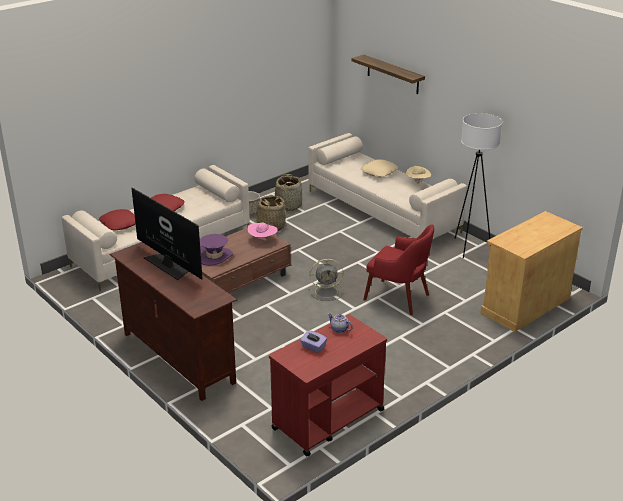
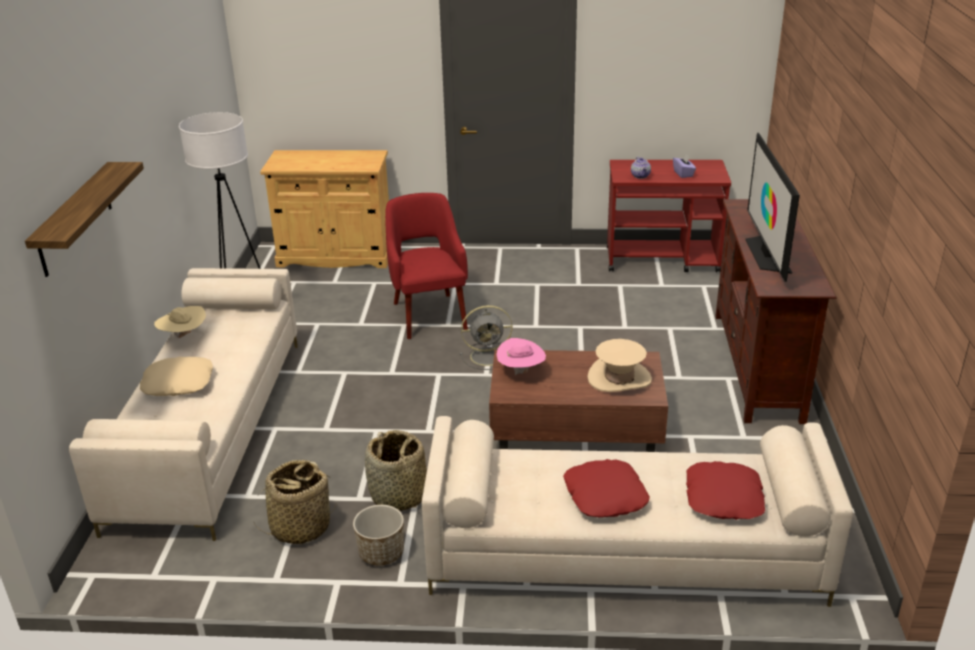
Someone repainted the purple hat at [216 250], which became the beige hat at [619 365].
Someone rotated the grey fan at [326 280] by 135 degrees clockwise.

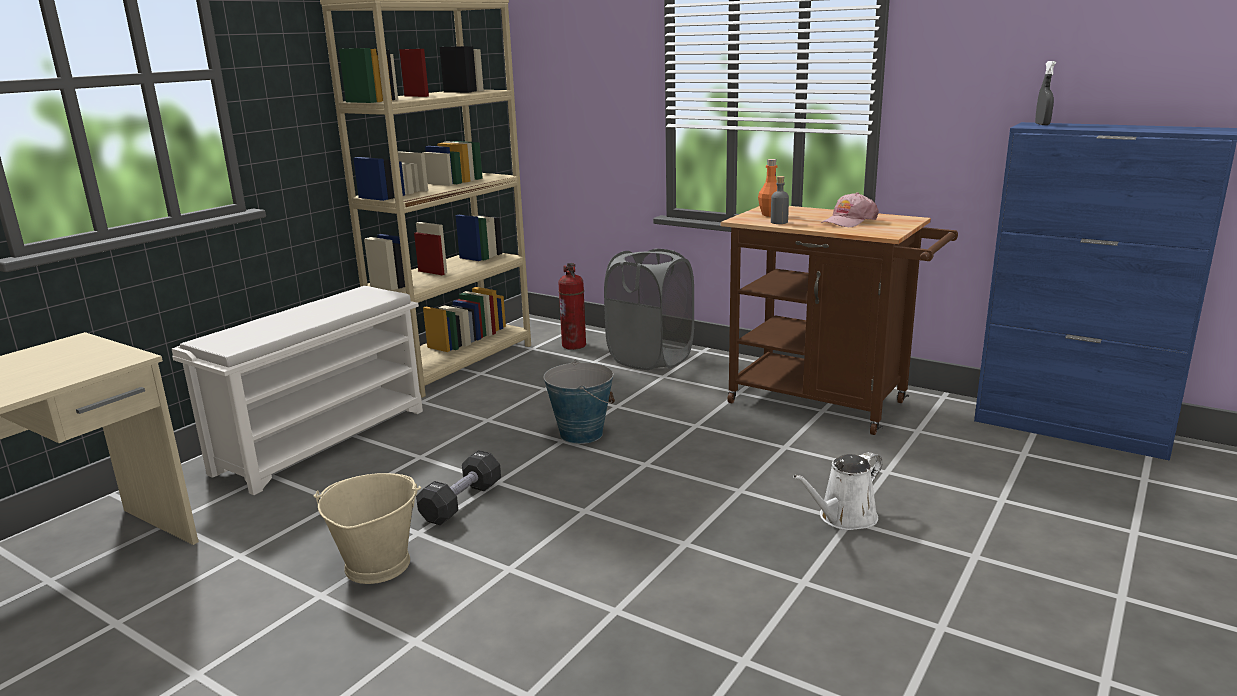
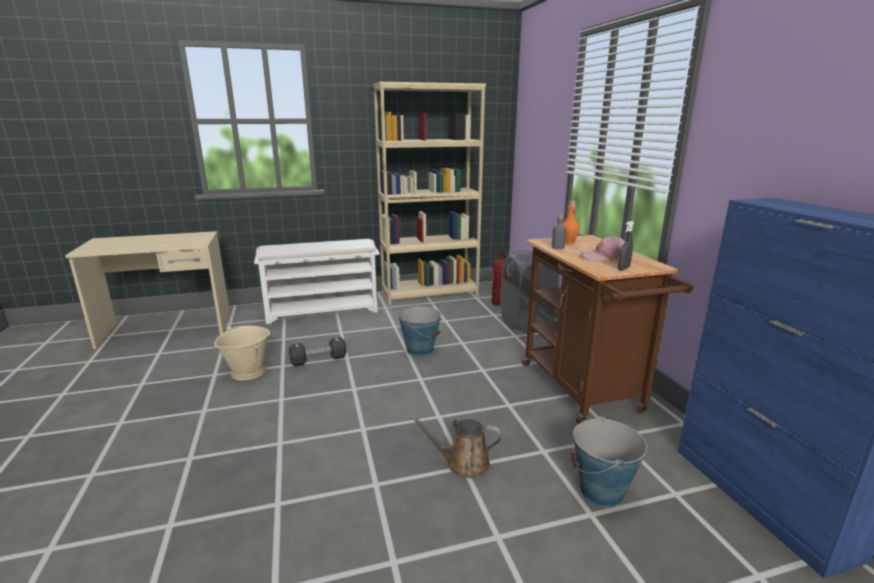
Someone repainted the white watering can at [838 491], which became the brown watering can at [455 446].
Someone carried the grey spray bottle from [1045 93] to [626 245].
Someone put down the bucket at [608 462].

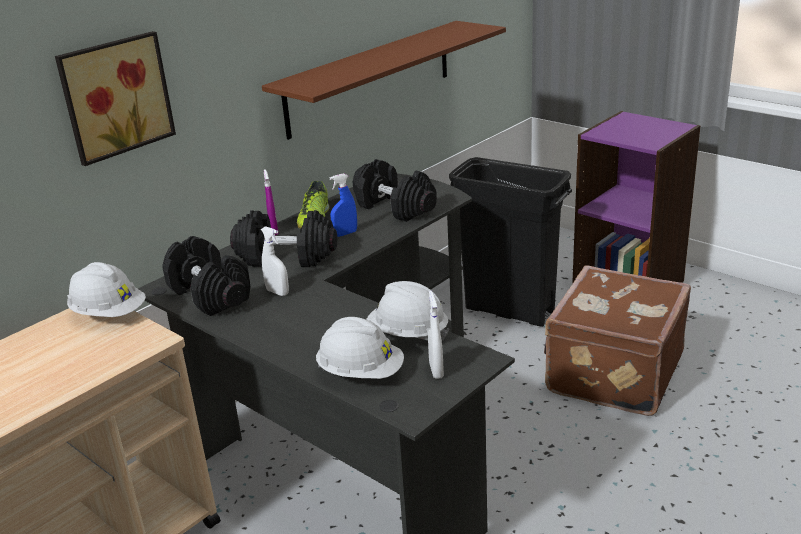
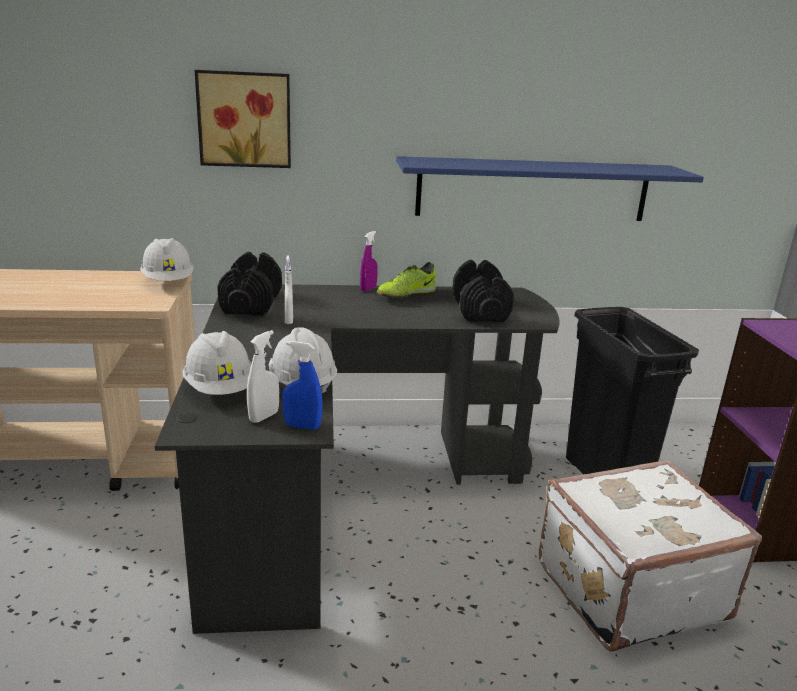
Someone took away the black dumbbell at [283 238].
Someone repainted the brown shelf at [384 80], which became the blue shelf at [550 188].
Someone carried the blue spray bottle from [343 205] to [302 385].
Someone repainted the brown suitcase at [617 340], which became the white suitcase at [650 555].

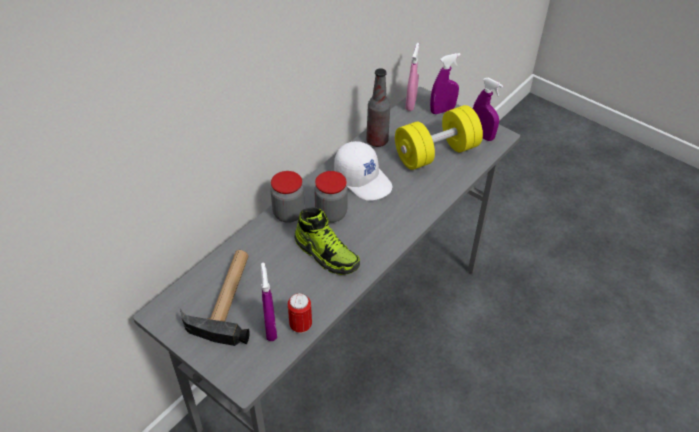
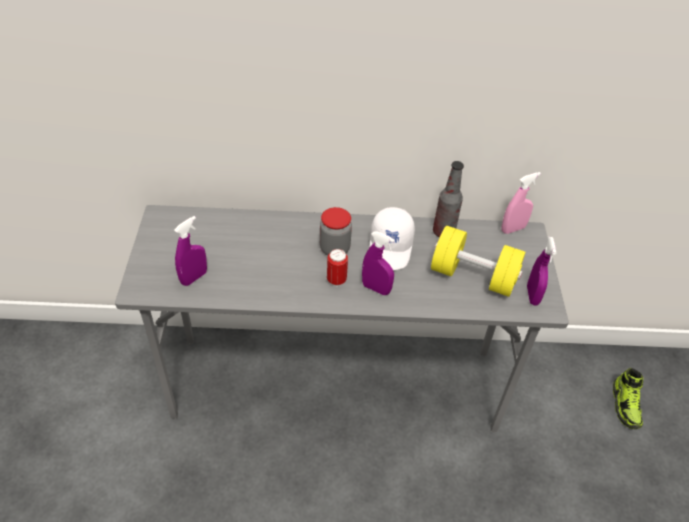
Someone took away the hammer at [215 298].
Someone took away the jar at [287 197].
Someone carried the can from [300 313] to [337 267].
Someone carried the shoe from [327 241] to [628 398].
Someone carried the purple spray bottle from [445 83] to [378 263].

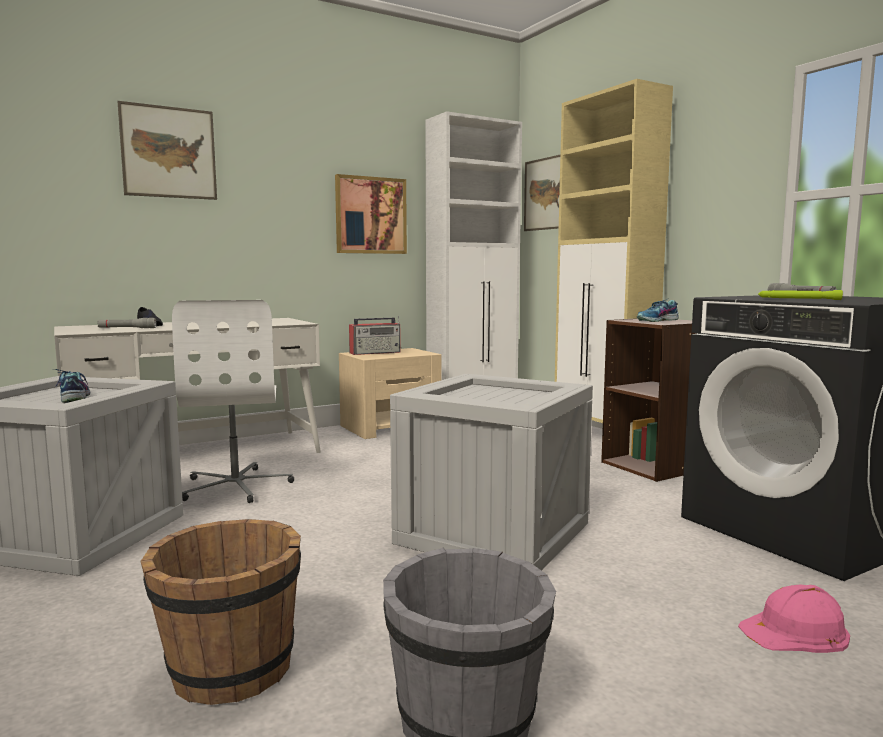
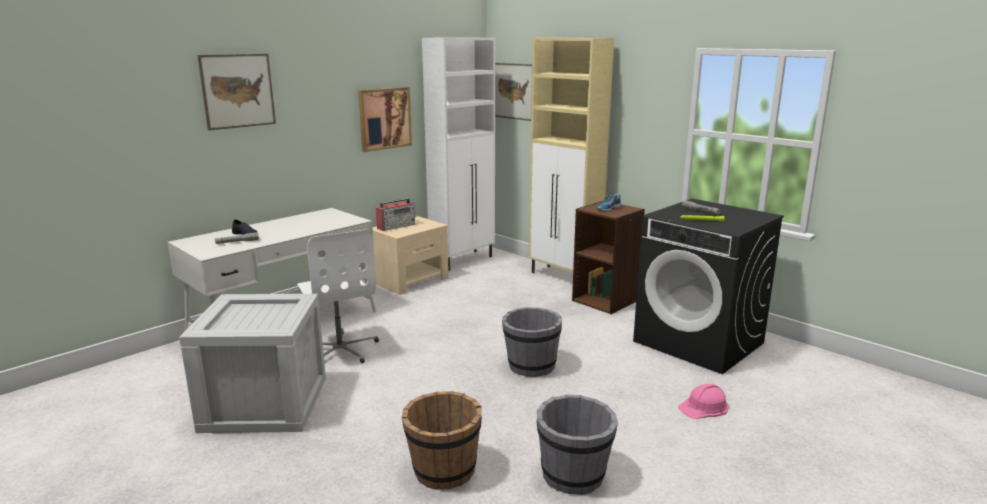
Someone took away the shoe at [73 386].
Someone swapped the crate at [491 472] for the grey bucket at [532 342].

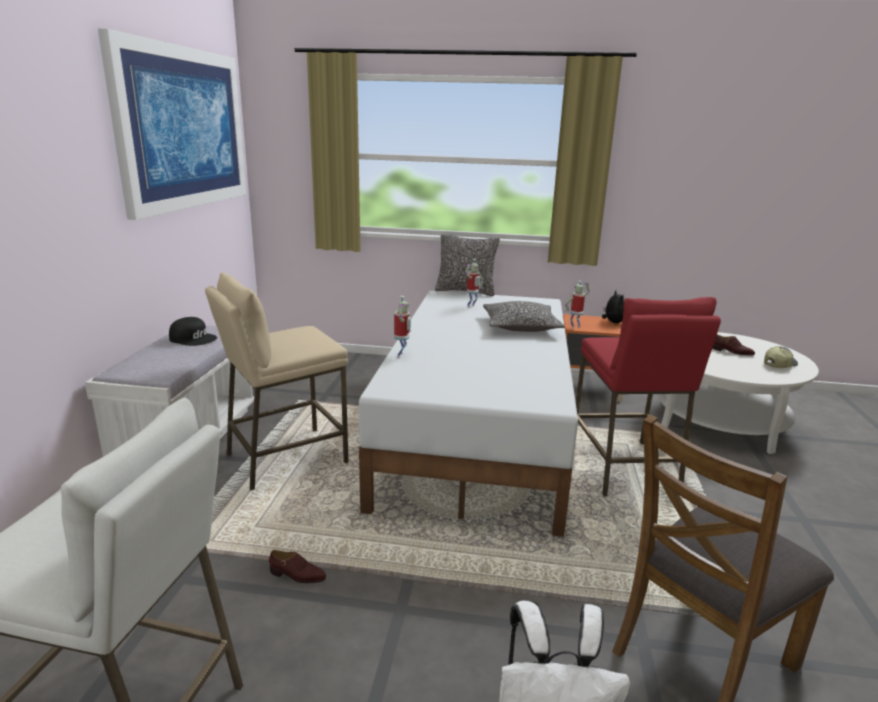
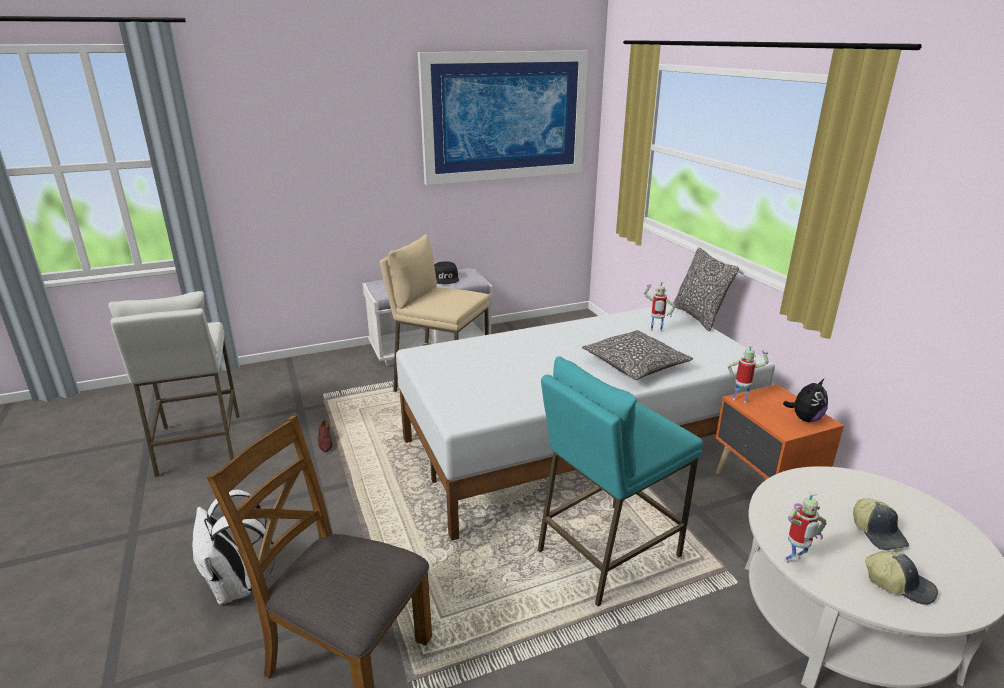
Someone carried the toy robot from [402 327] to [805 527].
Someone repainted the red stool at [648 397], which became the turquoise stool at [620 481].
Someone swapped the brown shoe at [733 345] for the cap at [881 524].

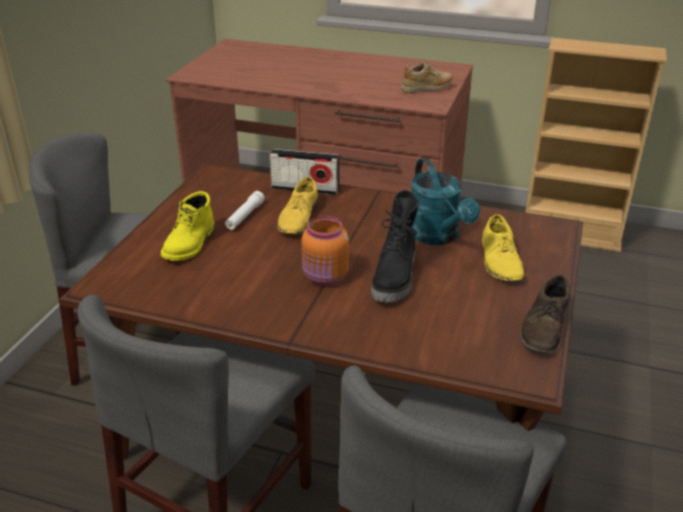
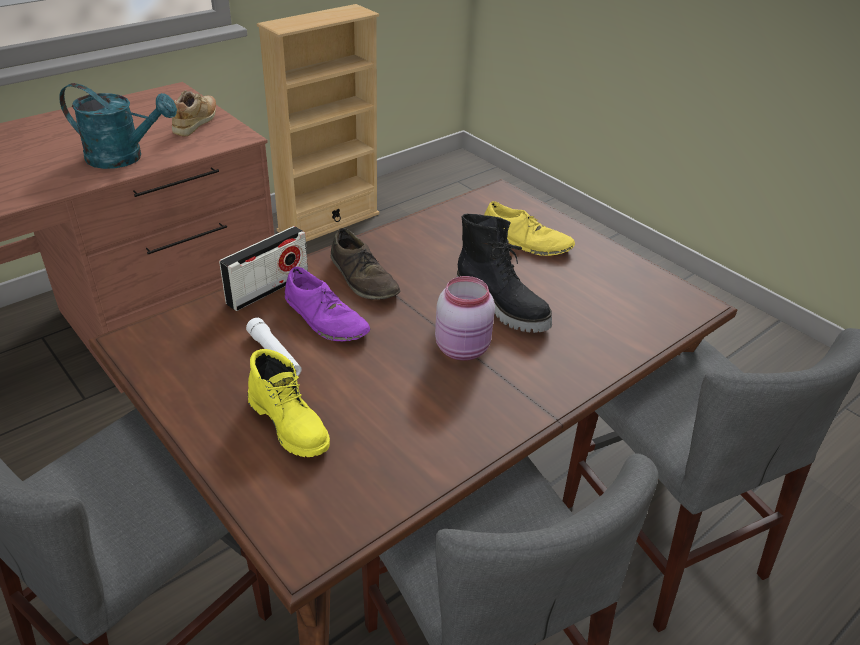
Someone repainted the yellow shoe at [297 205], which became the purple shoe at [328 304].
Someone repainted the orange jar at [325 251], which became the pink jar at [465 318].
Someone carried the turquoise watering can from [445 201] to [118 126].
Someone carried the brown shoe from [545 314] to [365 264].

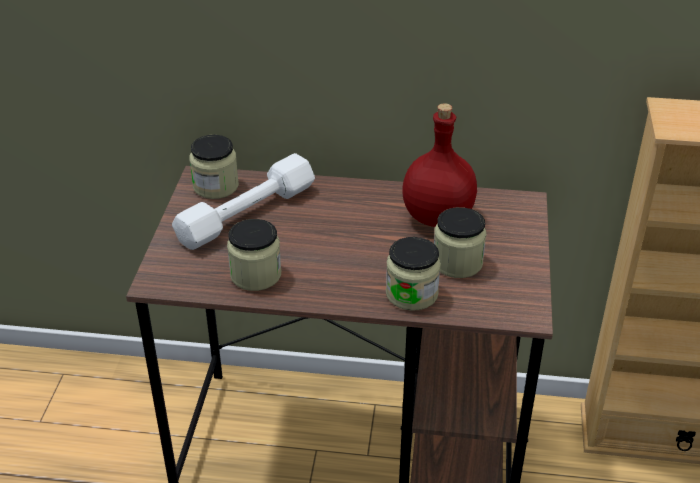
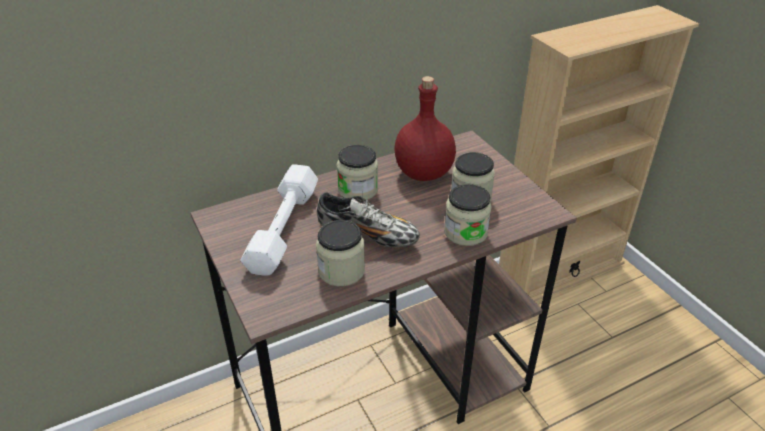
Someone carried the jar from [214 167] to [357 172].
Someone put down the shoe at [368 219].

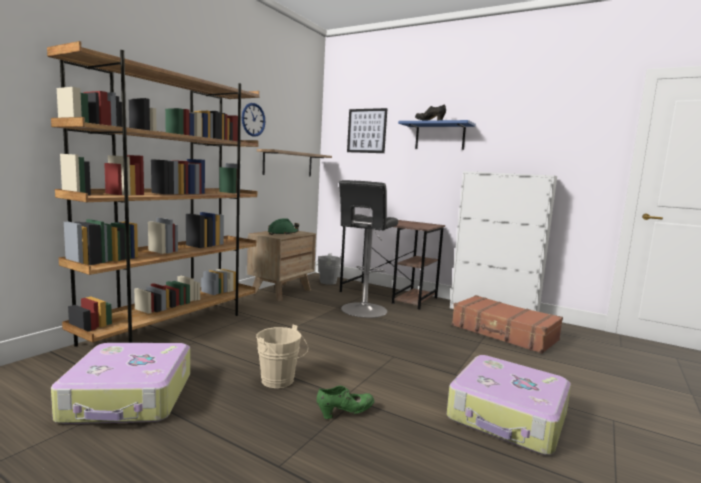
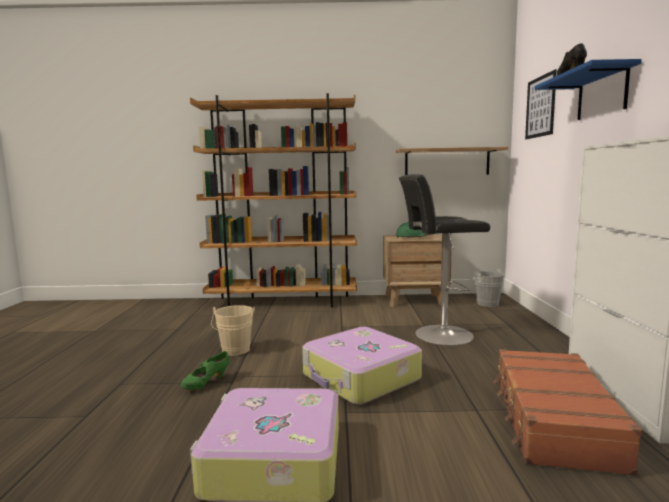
Someone carried the suitcase from [120 383] to [362 366].
Someone took away the wall clock at [253 120].
Someone rotated the green shoe at [345 402] by 90 degrees clockwise.
Someone took away the brown desk at [392 265].

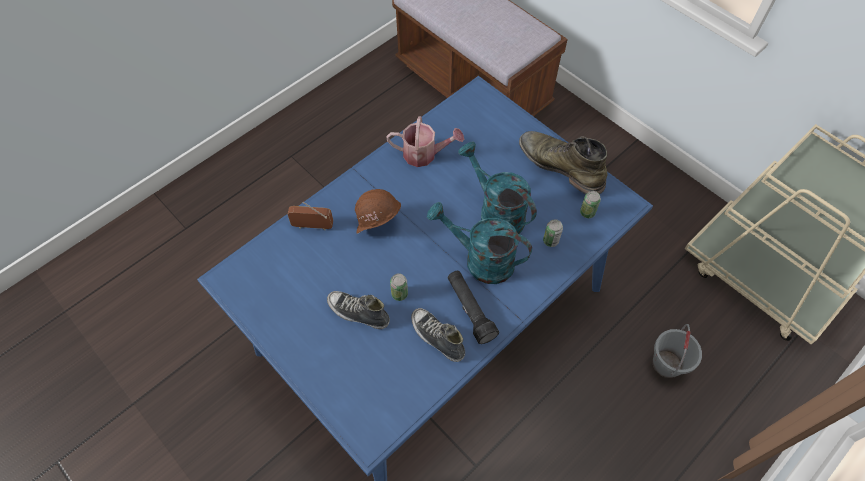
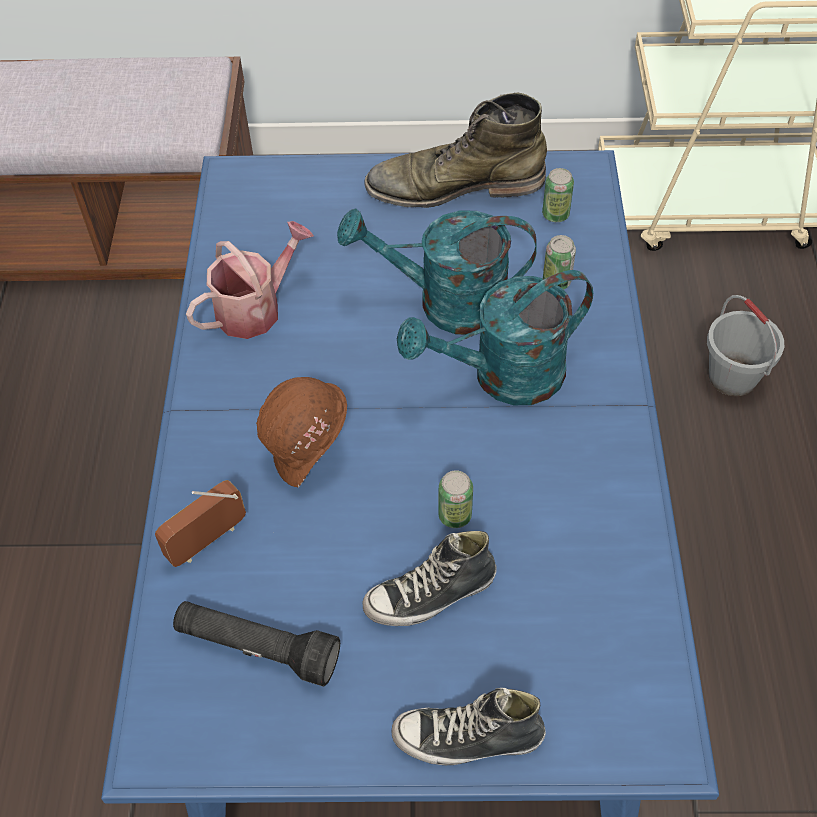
Someone carried the shoe from [438 335] to [468 726].
Someone carried the black flashlight from [473 307] to [256 644].

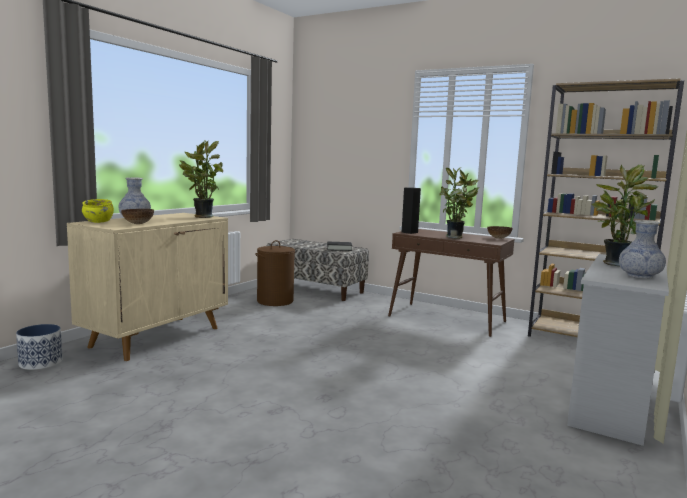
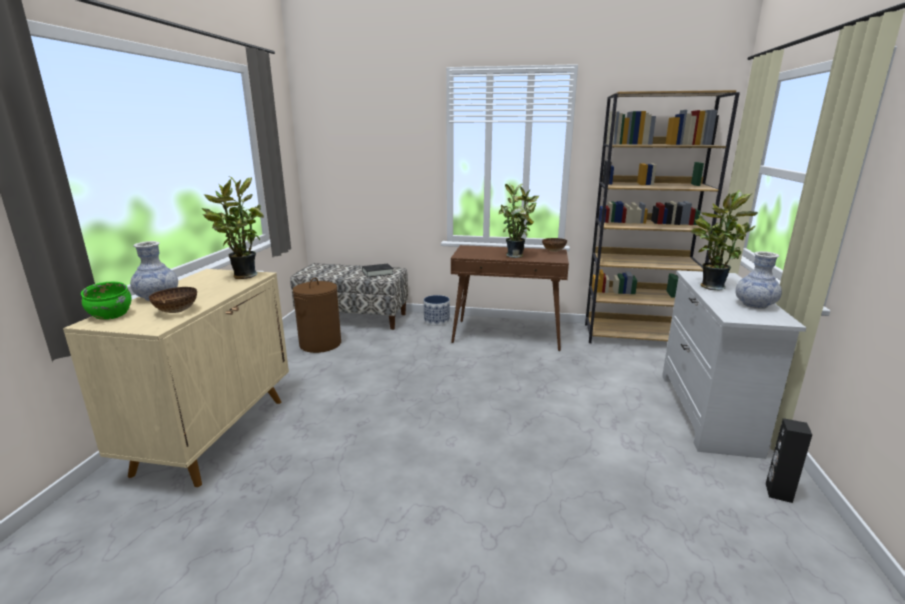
Someone carried the planter from [39 347] to [437 310].
Someone repainted the yellow bowl at [98 211], which became the green bowl at [106 301].
Someone carried the black speaker from [411 210] to [789 460].

